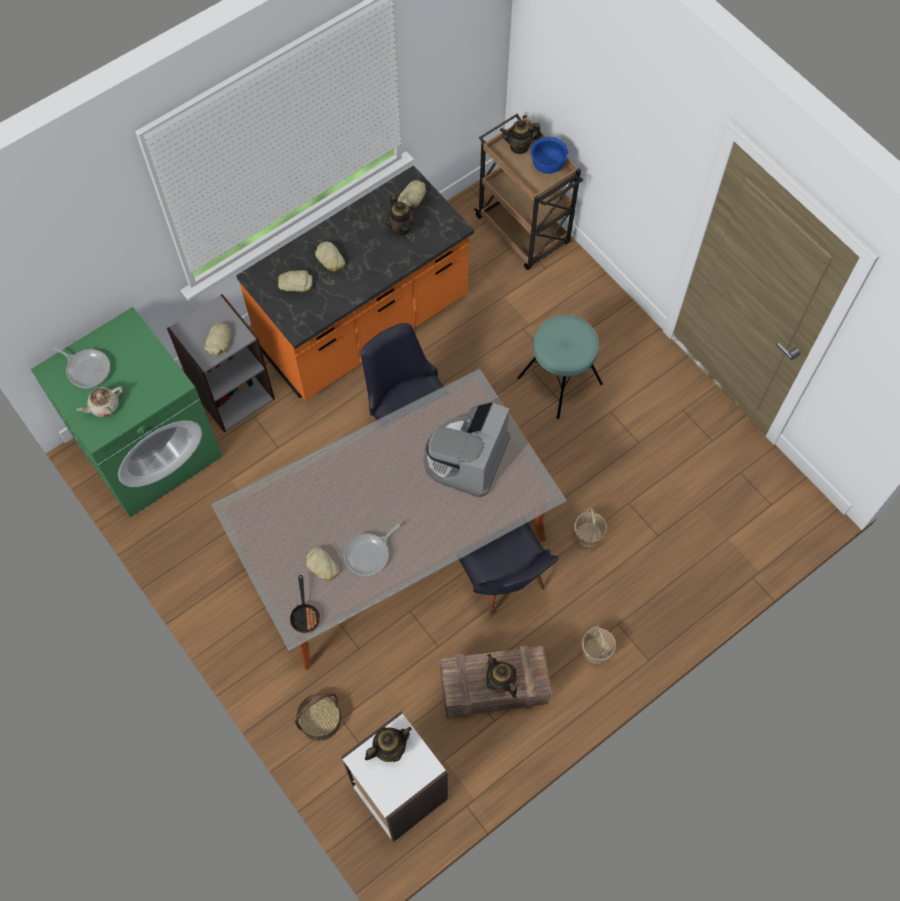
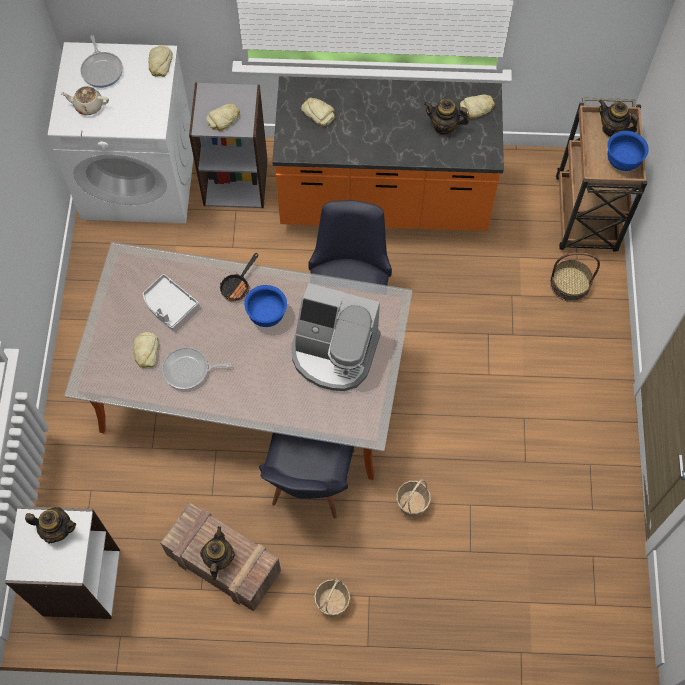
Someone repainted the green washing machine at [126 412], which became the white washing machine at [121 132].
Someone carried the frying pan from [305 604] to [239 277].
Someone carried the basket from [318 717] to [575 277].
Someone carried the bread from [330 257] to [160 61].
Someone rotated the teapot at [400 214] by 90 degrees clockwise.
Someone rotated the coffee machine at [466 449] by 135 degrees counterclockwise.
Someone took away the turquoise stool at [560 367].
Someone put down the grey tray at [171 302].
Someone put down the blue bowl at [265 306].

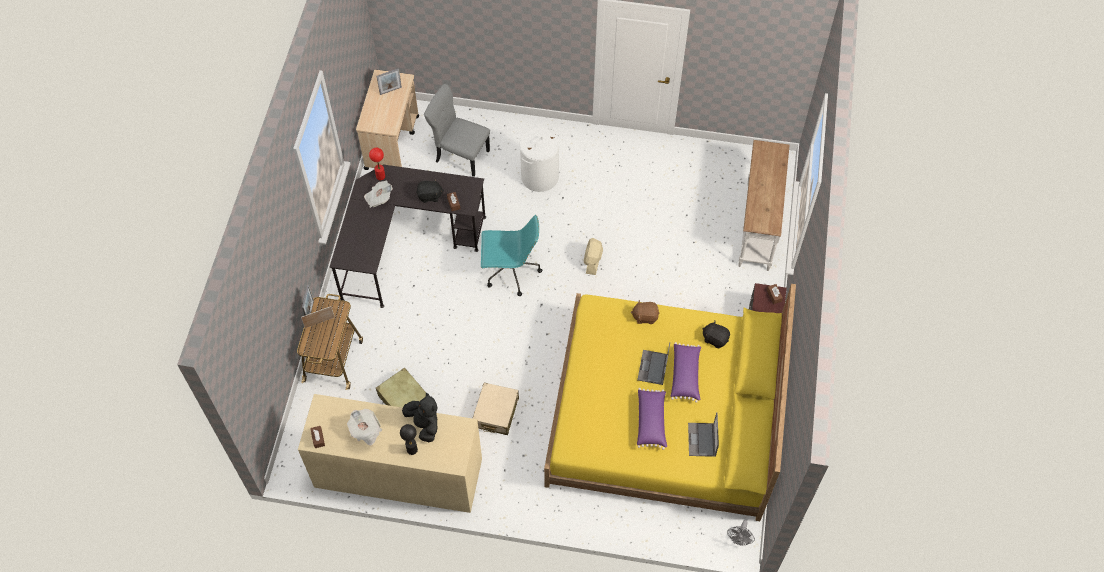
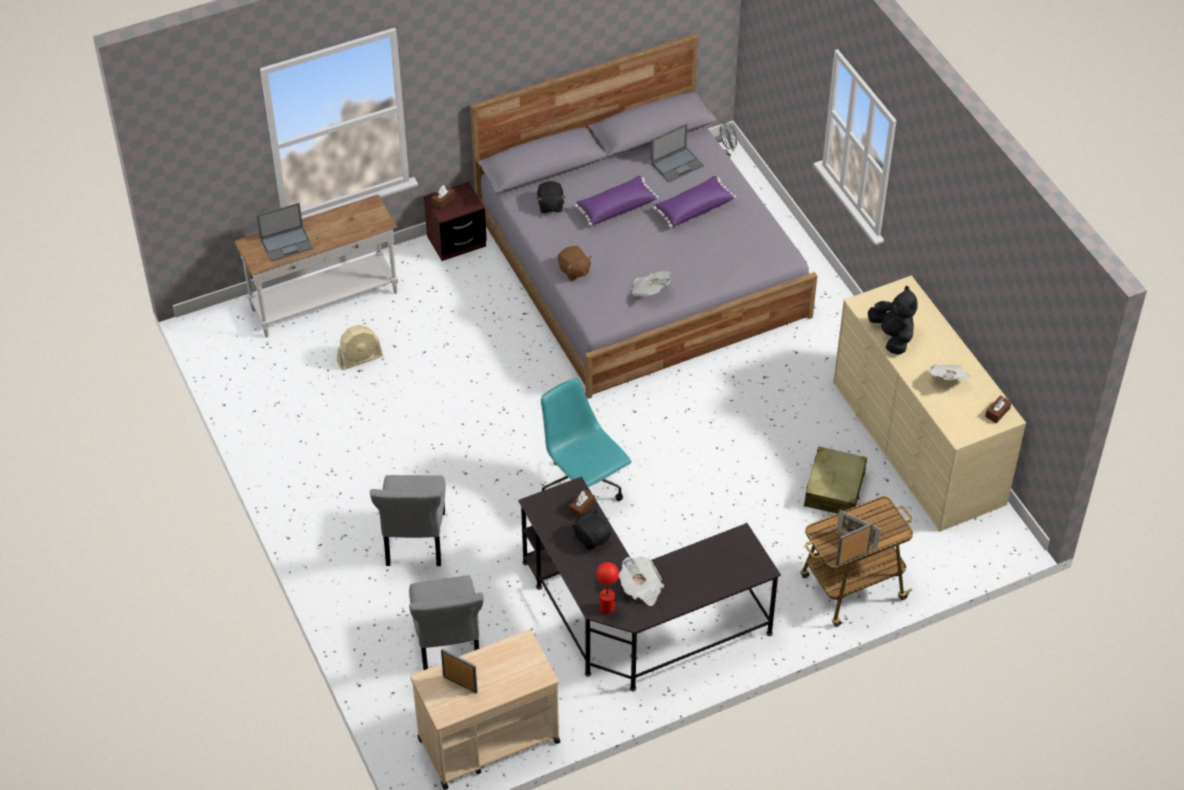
Someone took away the black table lamp at [409 439].
Someone rotated the black plush toy at [419 417] by 135 degrees clockwise.
Someone took away the beige suitcase at [496 409].
Someone swapped the white laundry basket at [539 160] for the grey chair at [408 520].
Someone repainted the yellow bed at [670 402], which became the grey bed at [643 216].
Someone carried the beige fan from [593 256] to [360 347].
Someone carried the laptop from [653 363] to [284 232].
Someone put down the newspaper at [651 283].

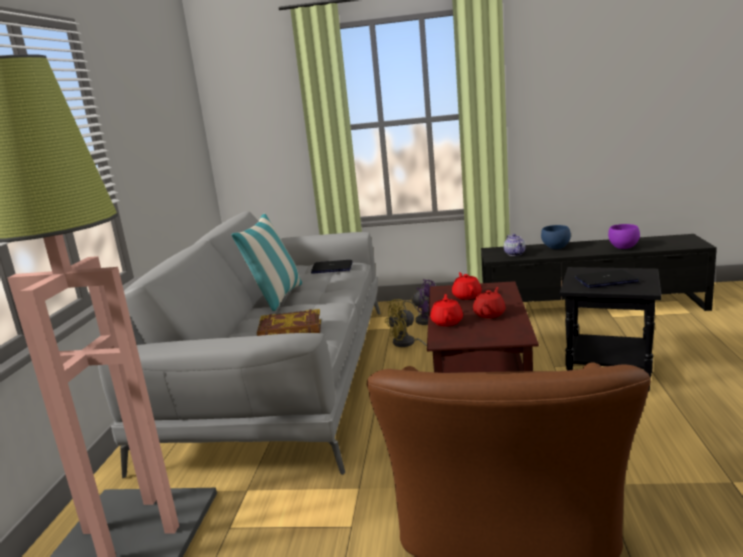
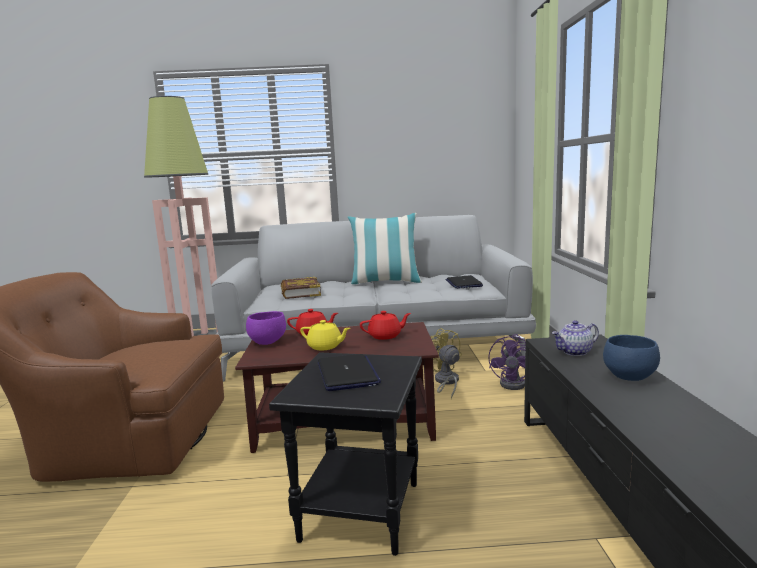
Someone repainted the red teapot at [489 302], which became the yellow teapot at [325 335].
Someone carried the purple bowl from [624 236] to [266 328].

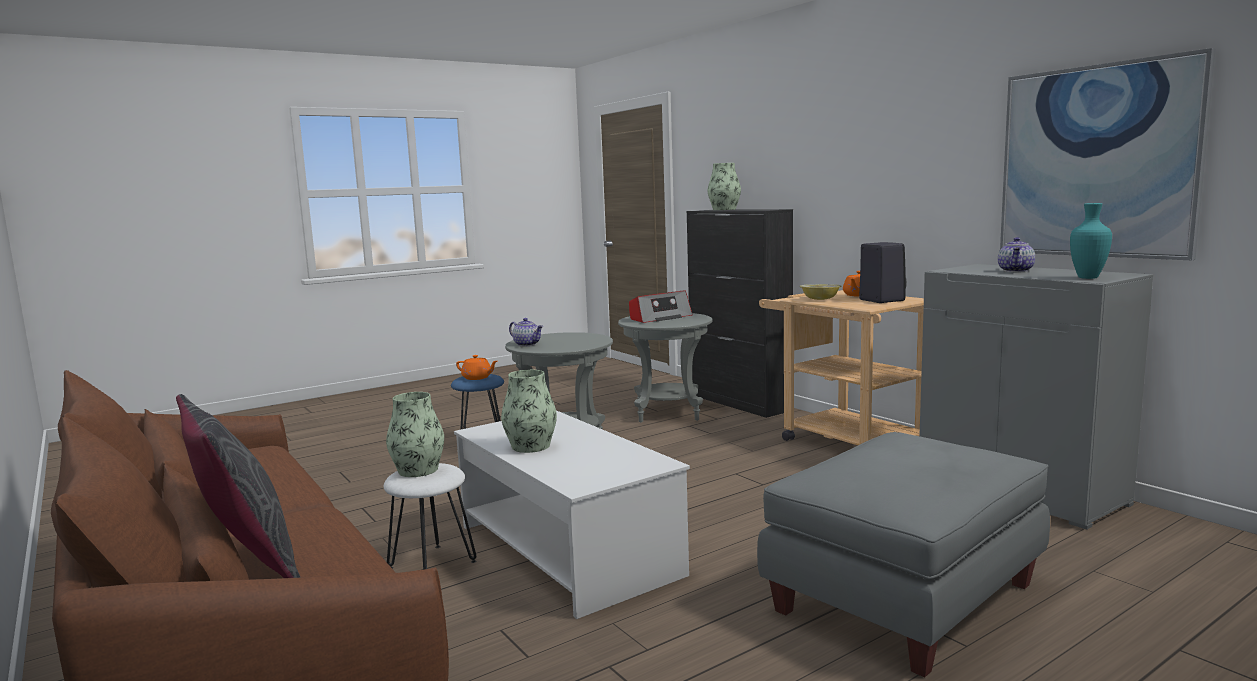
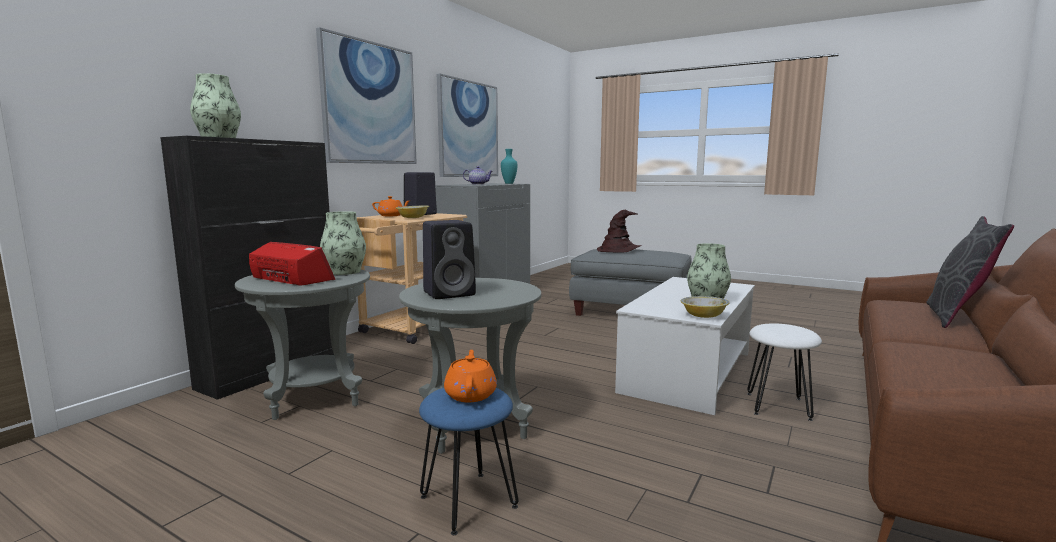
Someone carried the vase from [415 434] to [343 243].
Someone took away the teapot at [526 332].
Someone put up the picture at [366 95].
Someone put down the black speaker at [449 259].
Someone put down the brown hat at [619 231].
Someone put down the bowl at [705 307].

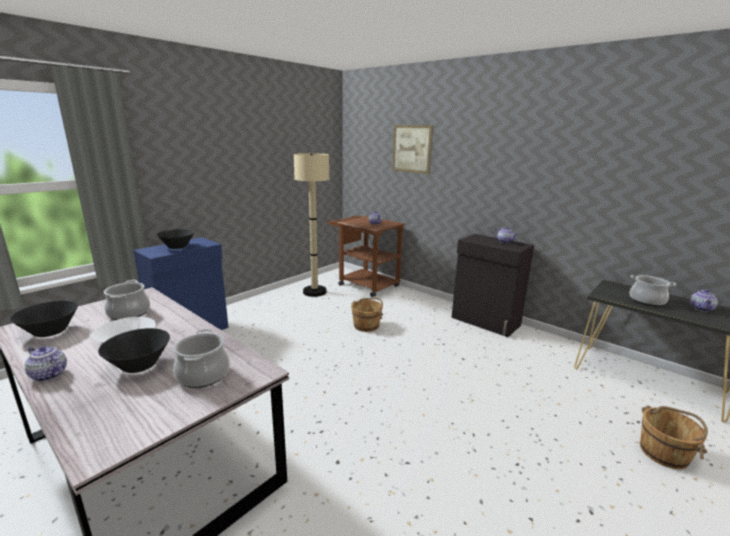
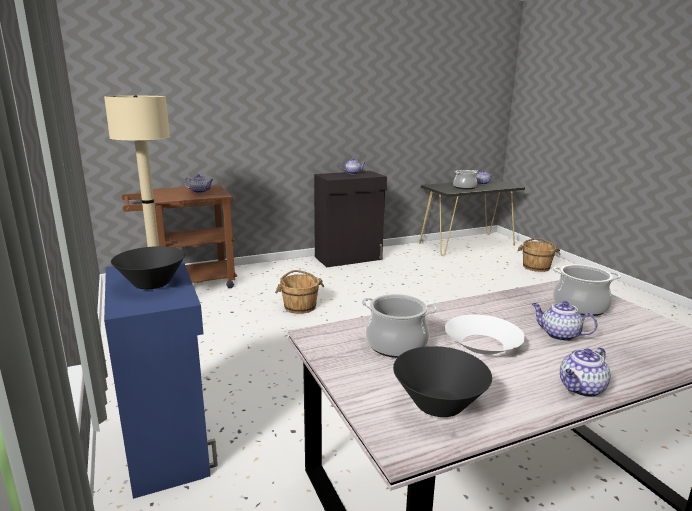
Someone swapped the black bowl at [134 350] for the teapot at [565 321].
Someone took away the picture at [412 149].

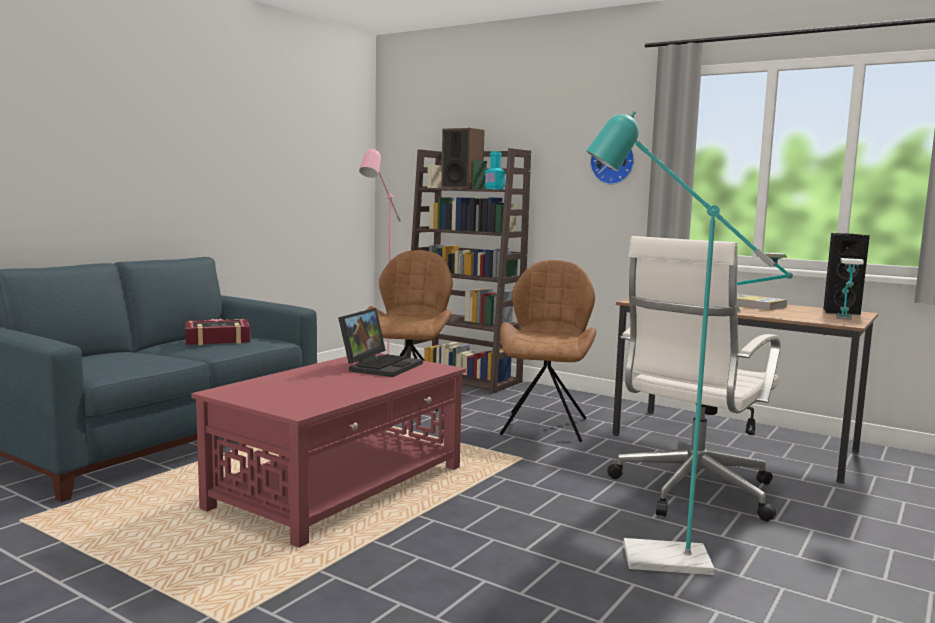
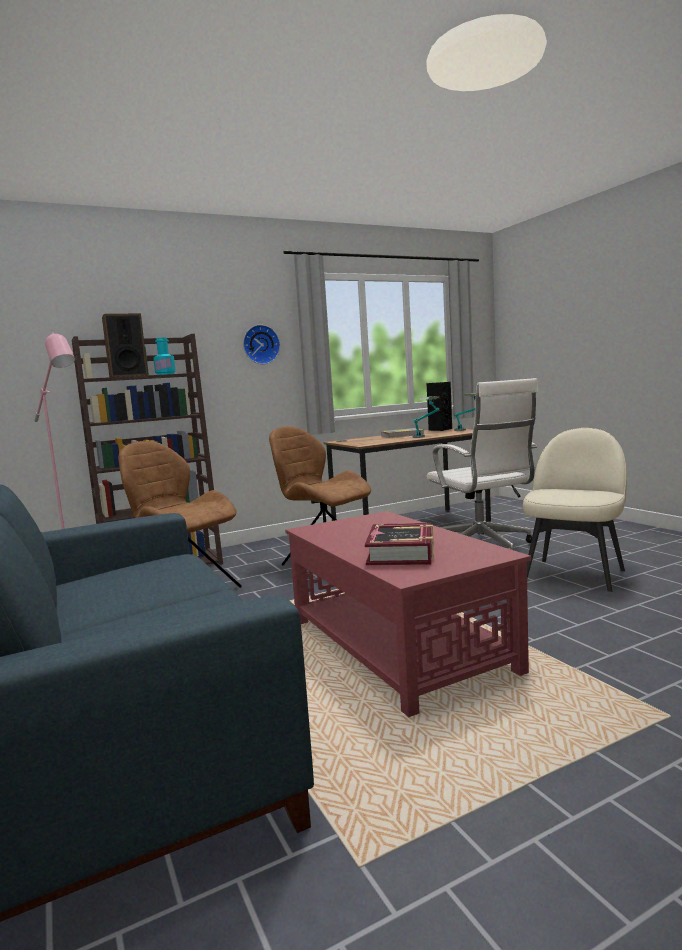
Someone carried the book from [217 332] to [399 544].
Someone took away the laptop at [380 342].
Someone swapped the turquoise floor lamp at [680 343] for the beige chair at [575 510].

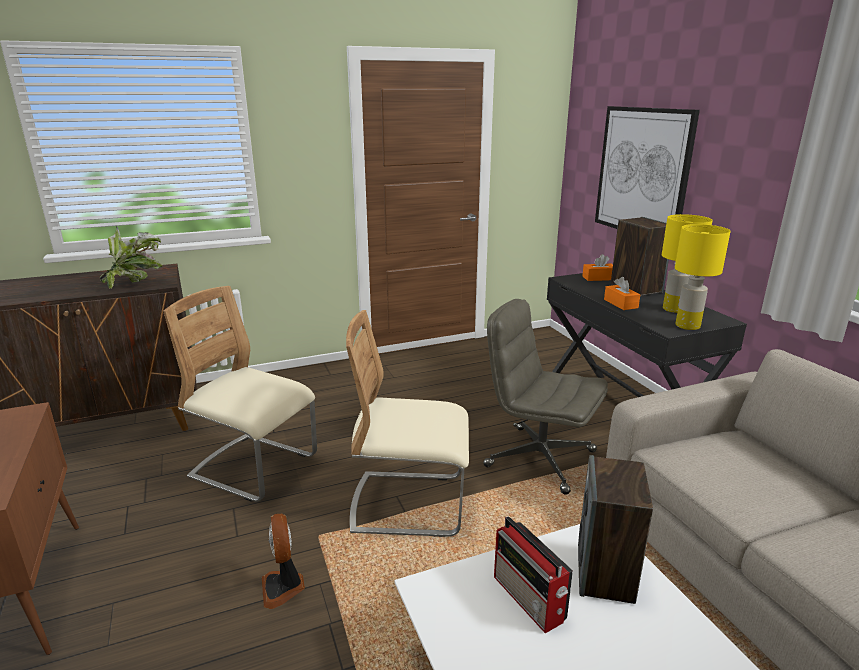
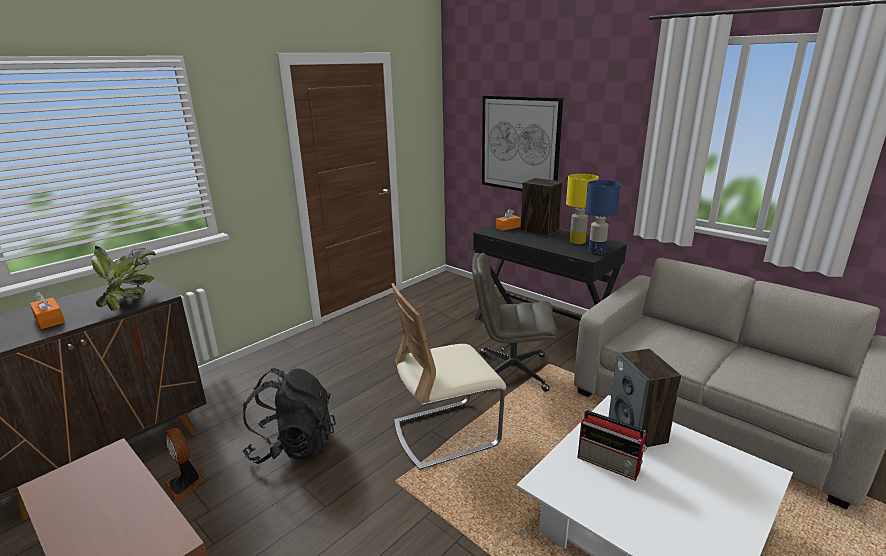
Someone swapped the beige chair at [240 394] for the black backpack at [289 416].
Someone carried the fan from [283 561] to [184 464].
Someone carried the orange tissue box from [622 293] to [47 310].
Someone repainted the yellow table lamp at [702 277], which became the blue table lamp at [603 217].

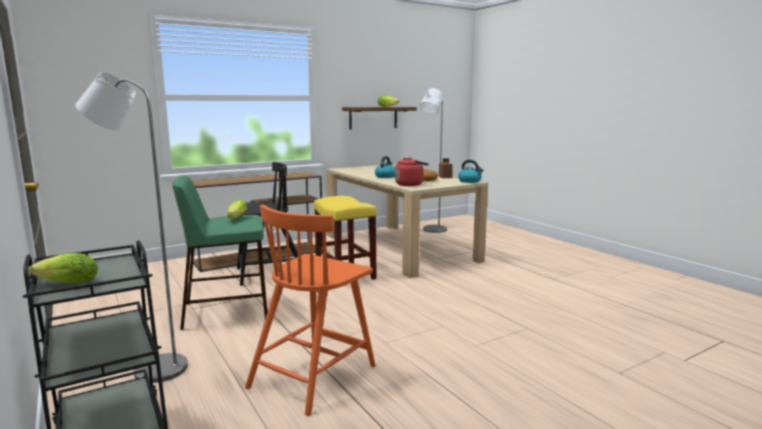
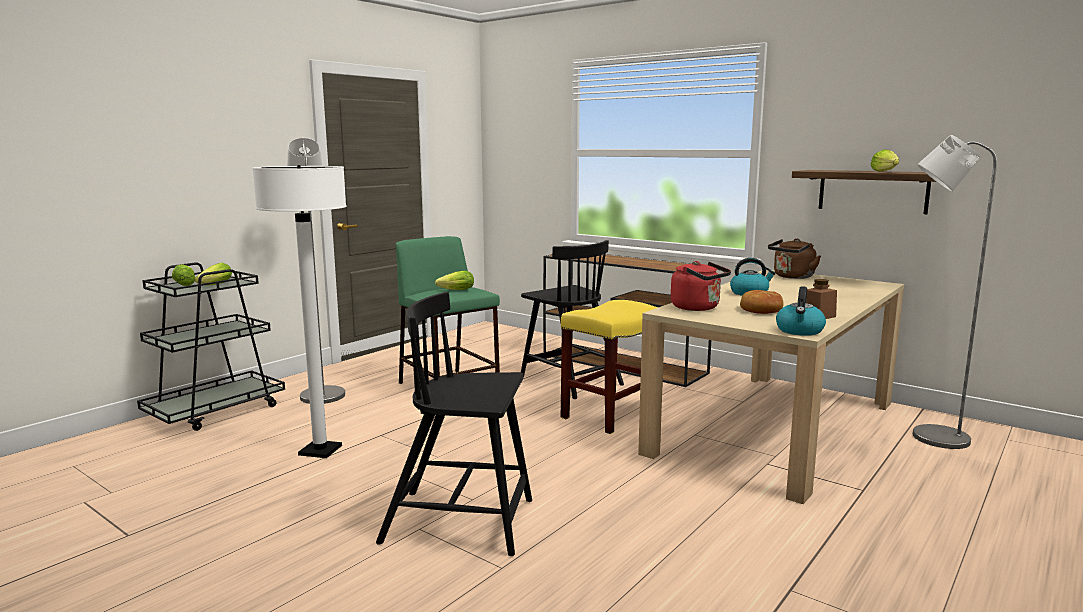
Someone swapped the orange chair at [310 310] for the white floor lamp at [299 311].
Someone put down the lettuce at [213 274].
Someone put down the black chair at [454 424].
Someone put down the brown kettle at [794 259].

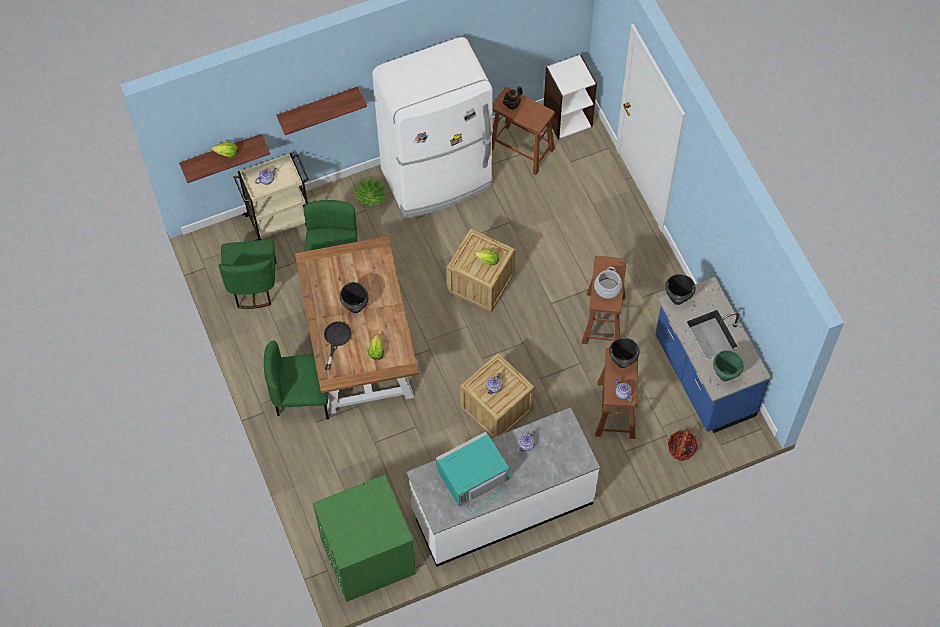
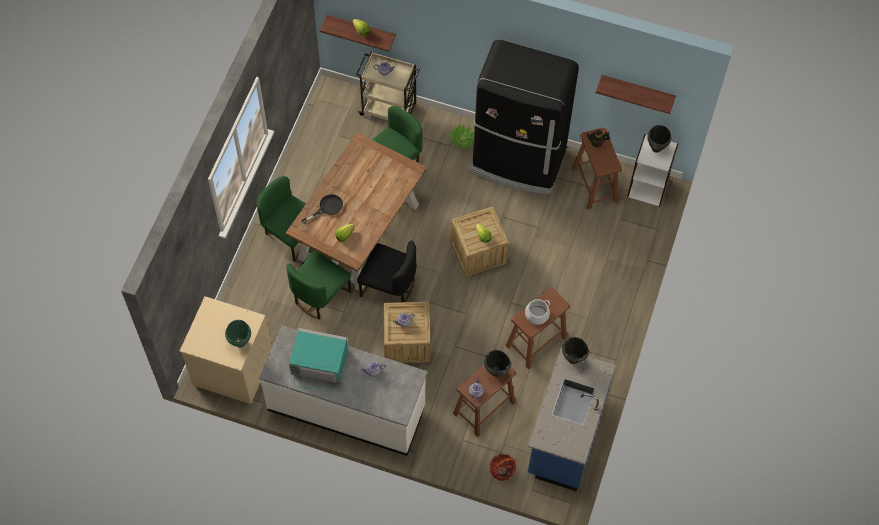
Someone carried the green chair from [248 274] to [319 285].
Someone carried the shelf from [321 111] to [636 94].
Someone repainted the green washing machine at [364 538], which became the beige washing machine at [226 350].
Someone carried the black cooking pot from [354 297] to [659 139].
Someone repainted the white fridge at [432 127], which became the black fridge at [524 117].
Someone carried the green cooking pot from [728 366] to [238 334].
Someone put down the black chair at [386 271].

